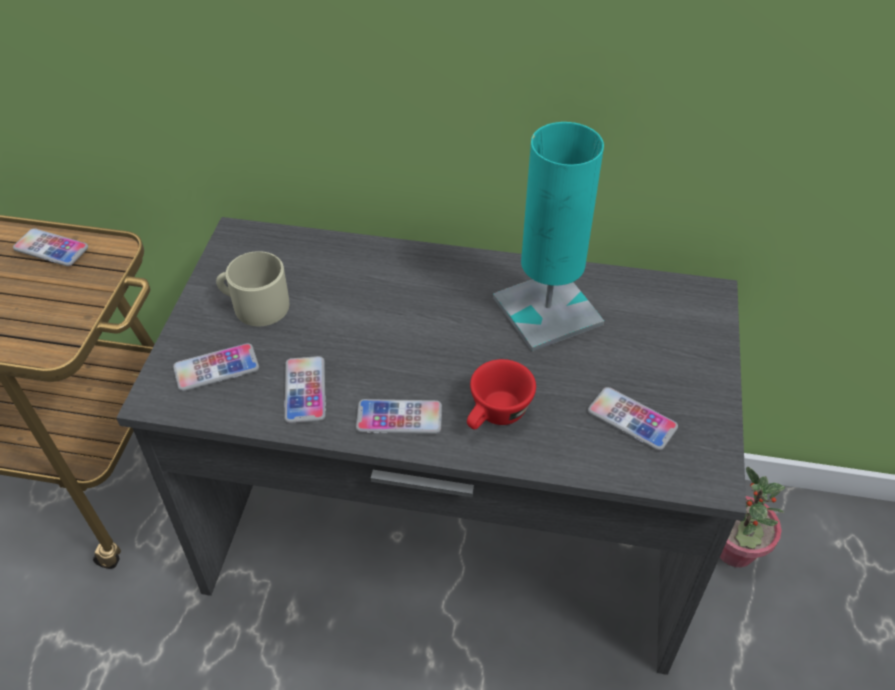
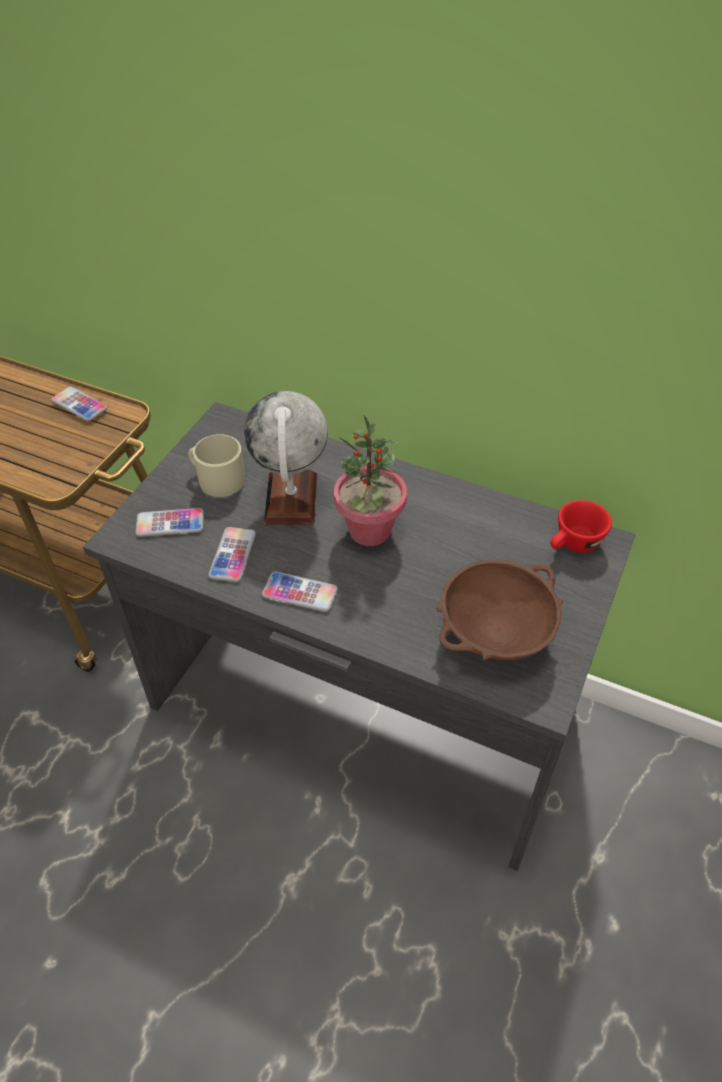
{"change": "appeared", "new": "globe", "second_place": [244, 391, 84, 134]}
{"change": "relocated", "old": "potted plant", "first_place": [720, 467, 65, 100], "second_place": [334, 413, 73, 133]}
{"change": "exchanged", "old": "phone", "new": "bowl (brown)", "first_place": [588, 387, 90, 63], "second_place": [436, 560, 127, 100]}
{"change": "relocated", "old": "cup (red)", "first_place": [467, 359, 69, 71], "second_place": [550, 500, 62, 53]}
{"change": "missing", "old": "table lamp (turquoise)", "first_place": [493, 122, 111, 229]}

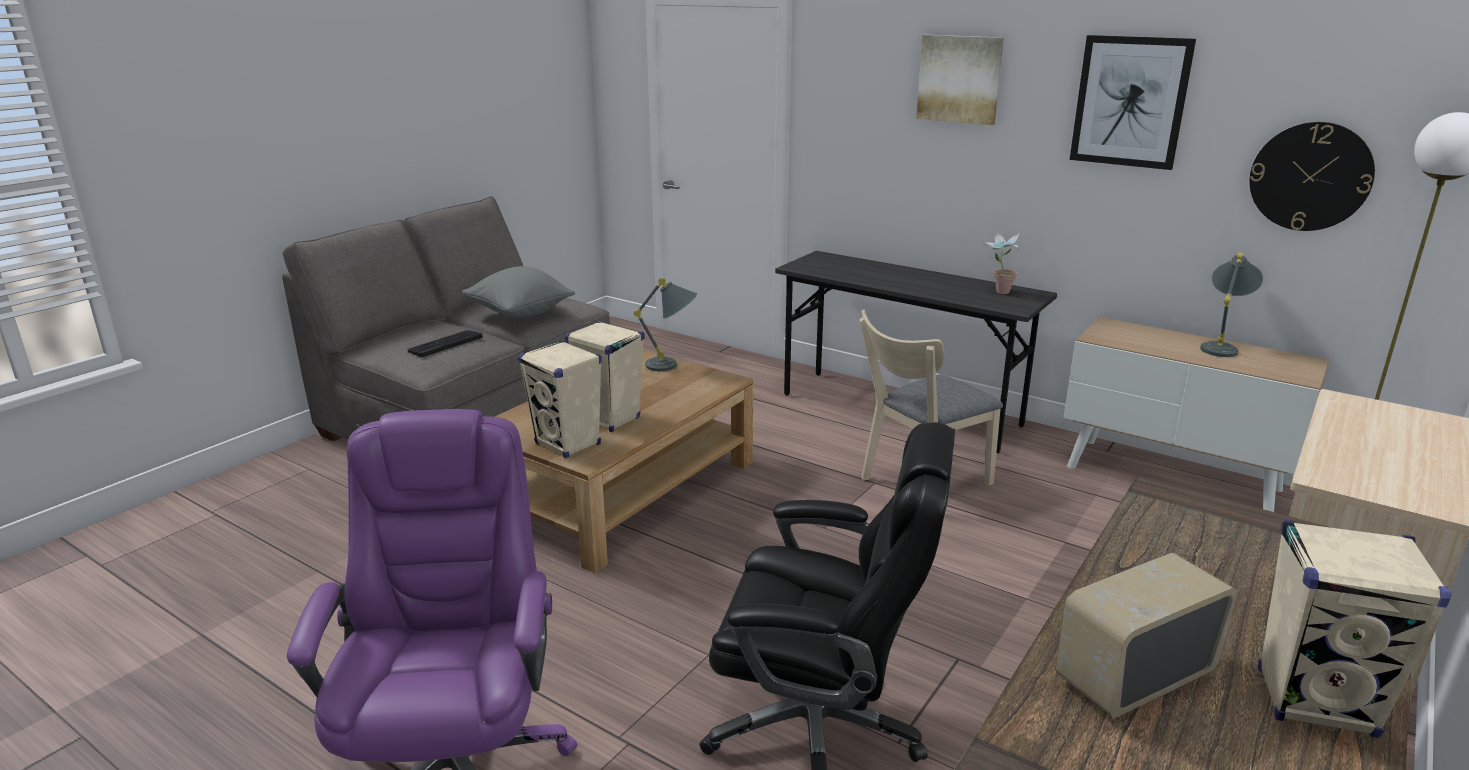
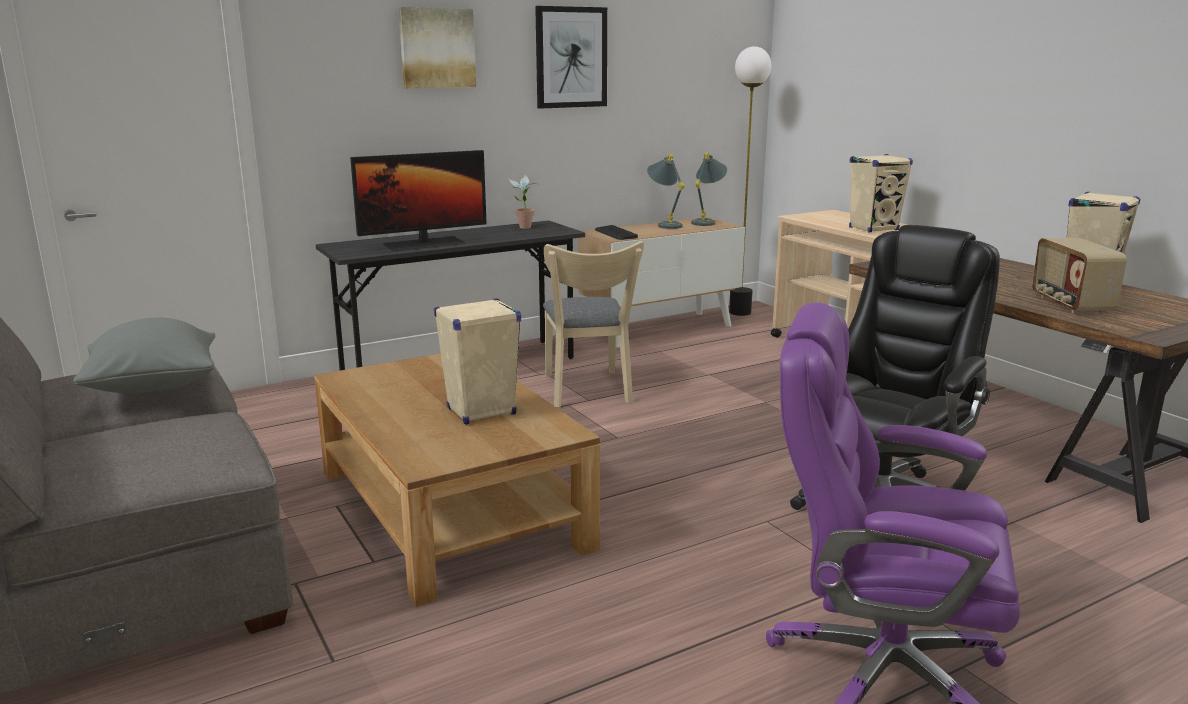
{"change": "appeared", "new": "monitor", "second_place": [350, 150, 137, 101]}
{"change": "relocated", "old": "keyboard", "first_place": [407, 330, 76, 27], "second_place": [595, 225, 43, 15]}
{"change": "relocated", "old": "table lamp (grey)", "first_place": [634, 277, 63, 94], "second_place": [691, 152, 36, 74]}
{"change": "relocated", "old": "speaker (beige)", "first_place": [518, 340, 84, 118], "second_place": [849, 154, 64, 79]}
{"change": "missing", "old": "wall clock", "first_place": [1249, 122, 126, 109]}

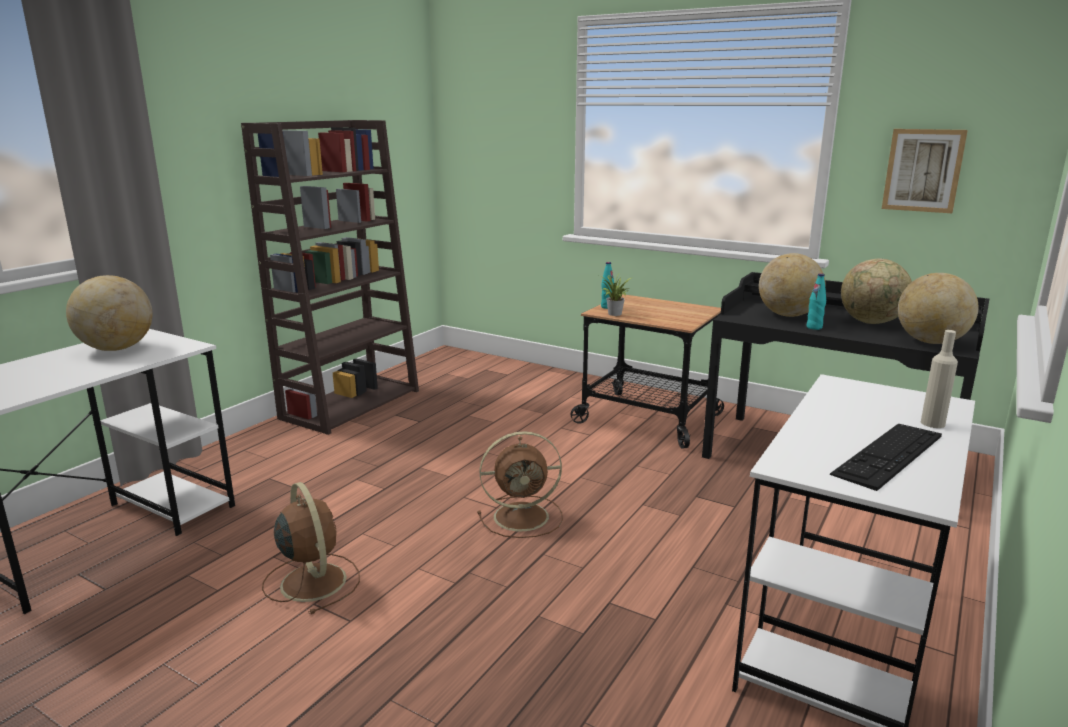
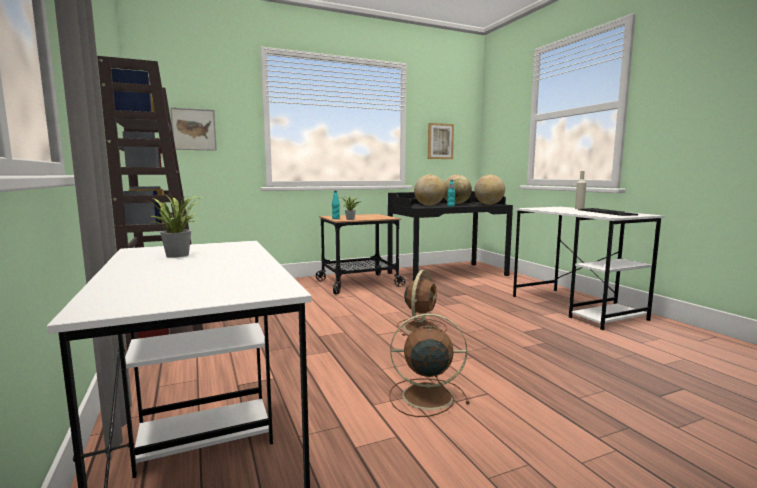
{"change": "exchanged", "old": "globe", "new": "potted plant", "first_place": [66, 275, 86, 76], "second_place": [145, 194, 61, 64]}
{"change": "appeared", "new": "picture", "second_place": [170, 107, 47, 44]}

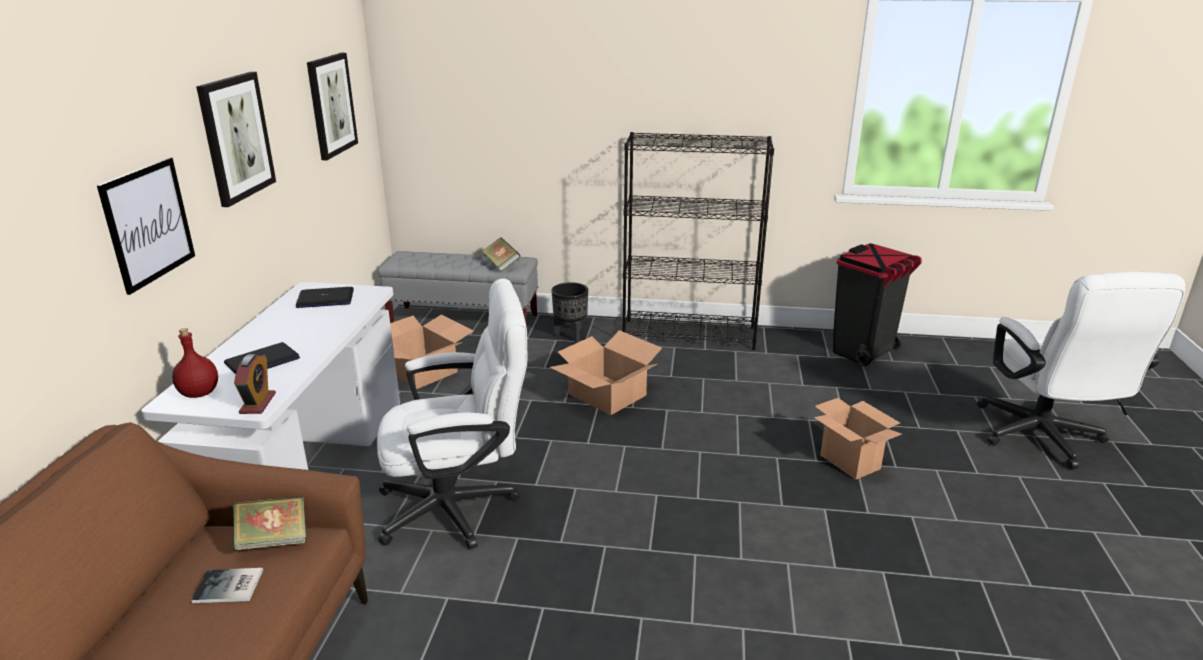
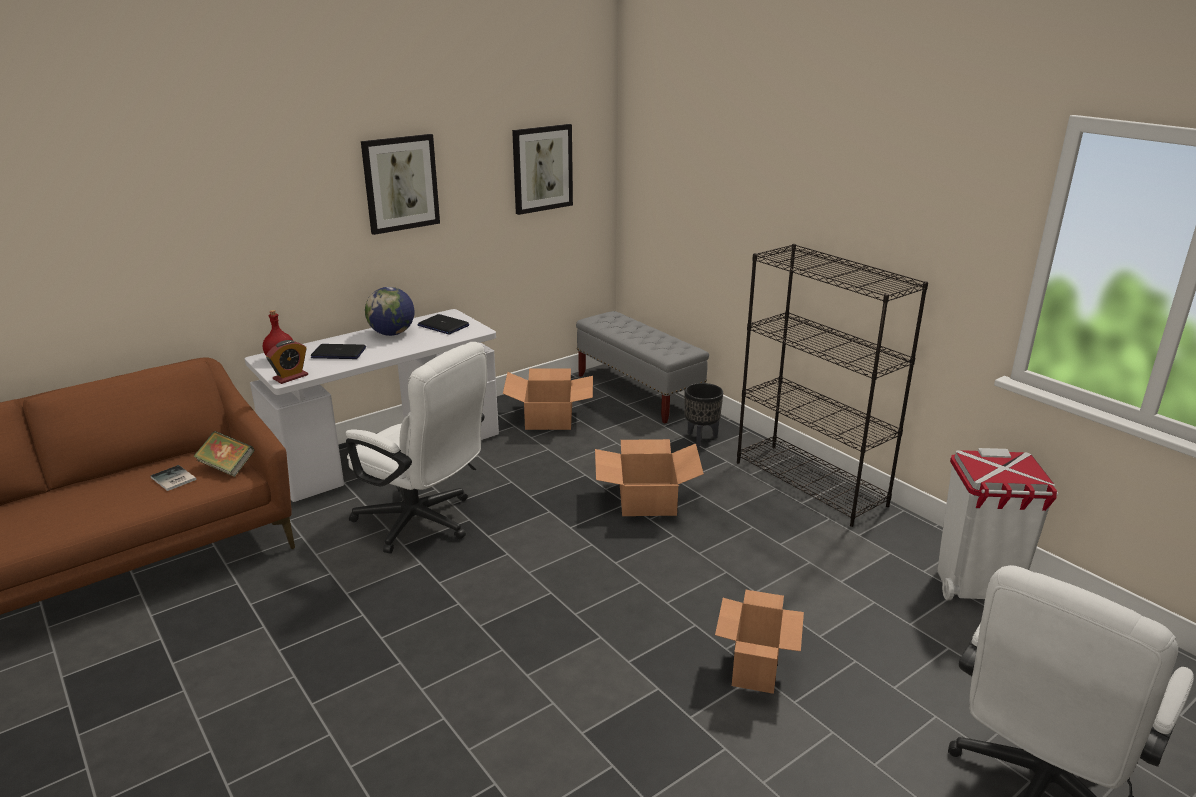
{"change": "appeared", "new": "globe", "second_place": [365, 287, 49, 49]}
{"change": "colour", "old": "trash can (black)", "new": "trash can (white)", "first_place": [833, 243, 89, 123], "second_place": [937, 448, 121, 152]}
{"change": "missing", "old": "picture", "first_place": [97, 157, 98, 138]}
{"change": "missing", "old": "book", "first_place": [481, 237, 40, 35]}

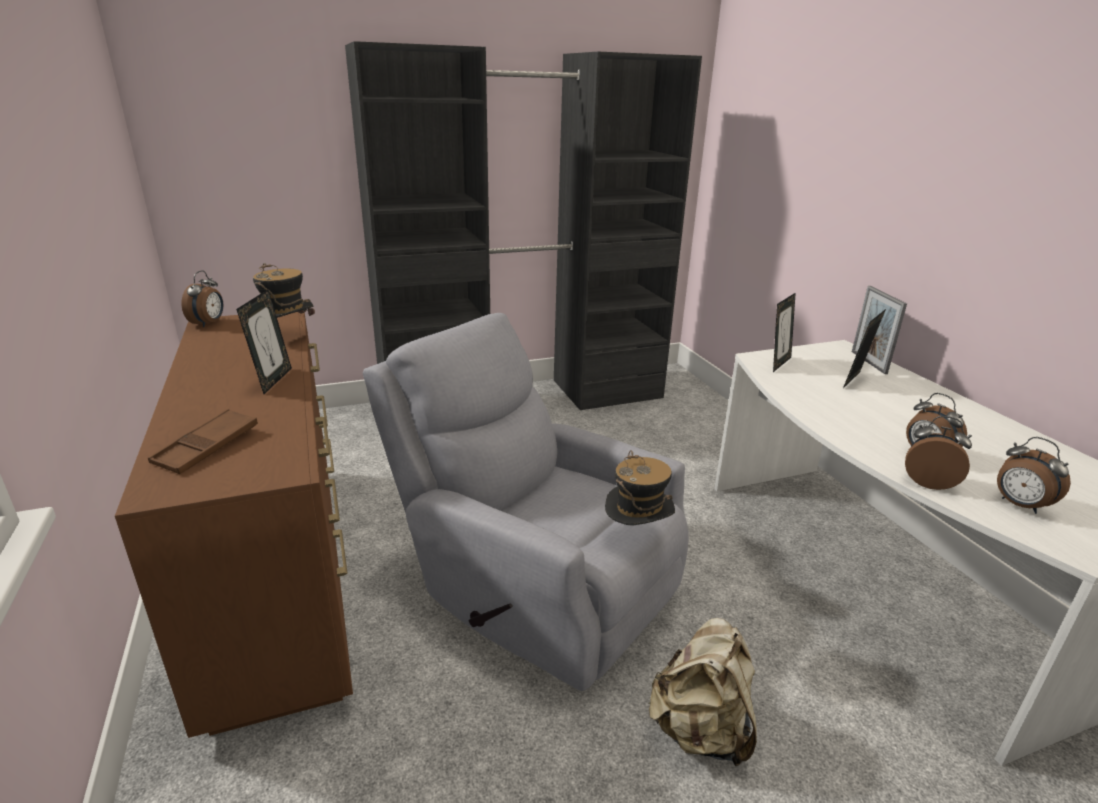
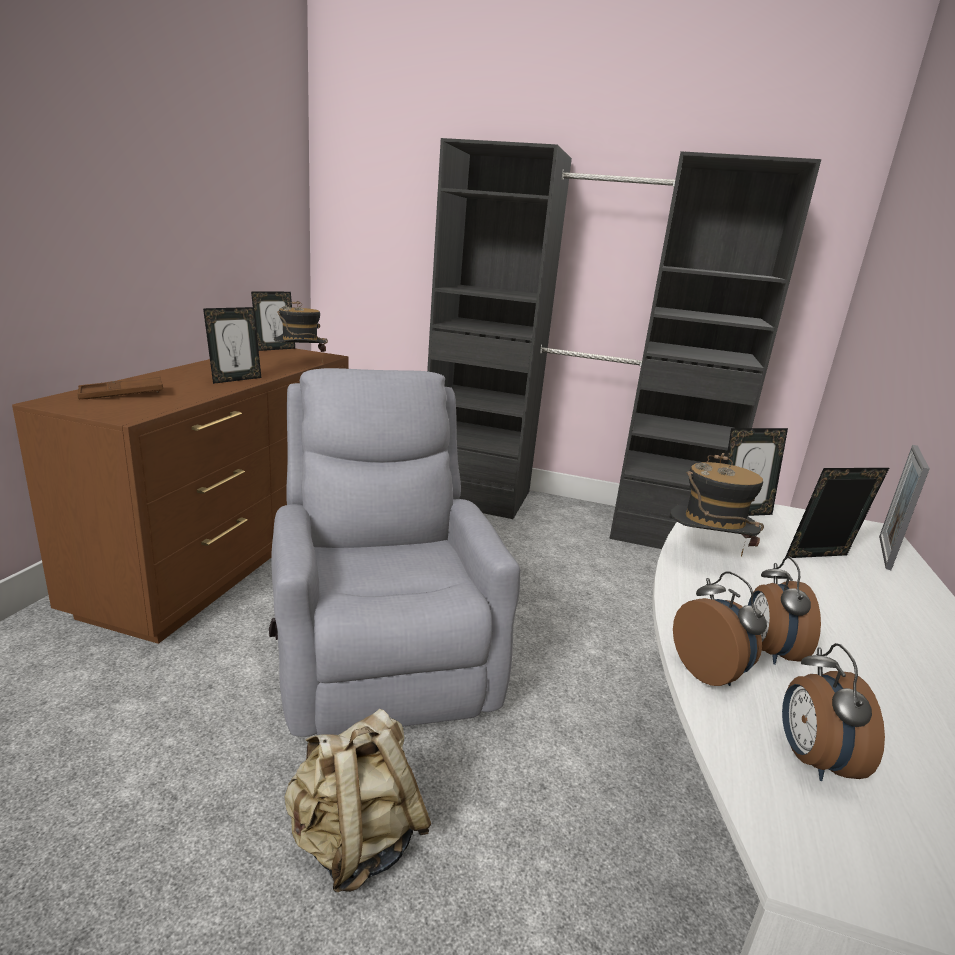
{"change": "exchanged", "old": "alarm clock", "new": "picture frame", "first_place": [181, 270, 42, 57], "second_place": [251, 291, 44, 60]}
{"change": "relocated", "old": "hat", "first_place": [605, 450, 70, 76], "second_place": [670, 453, 94, 103]}

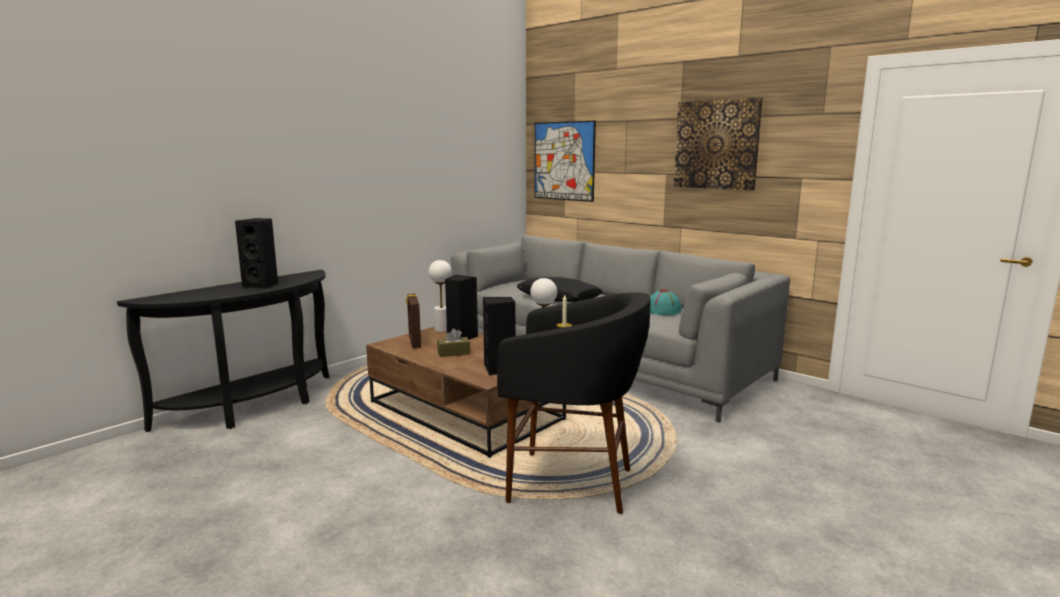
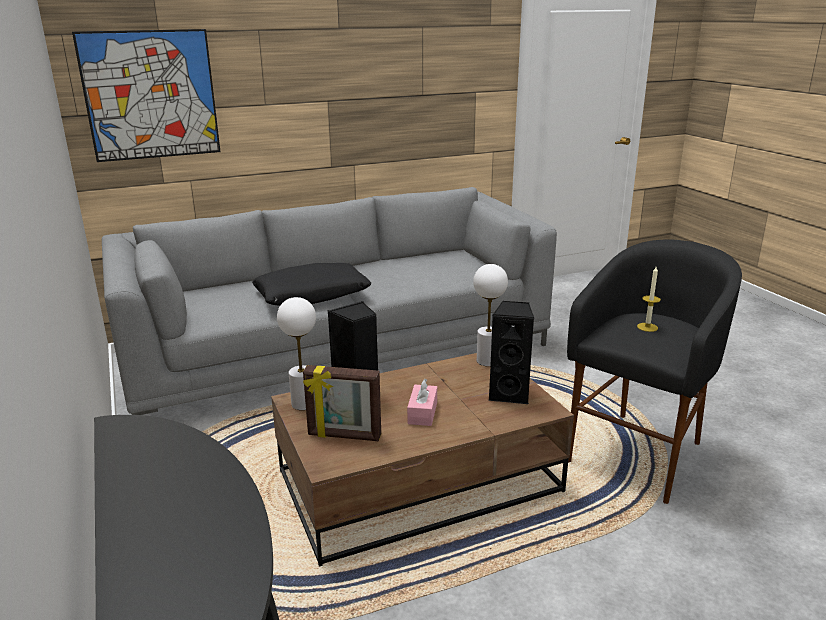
{"change": "colour", "old": "tissue box (brown)", "new": "tissue box (pink)", "first_place": [437, 328, 33, 29], "second_place": [407, 379, 30, 47]}
{"change": "missing", "old": "speaker (black)", "first_place": [235, 218, 43, 71]}
{"change": "missing", "old": "hat (turquoise)", "first_place": [650, 290, 32, 25]}
{"change": "missing", "old": "picture", "first_place": [674, 98, 89, 92]}

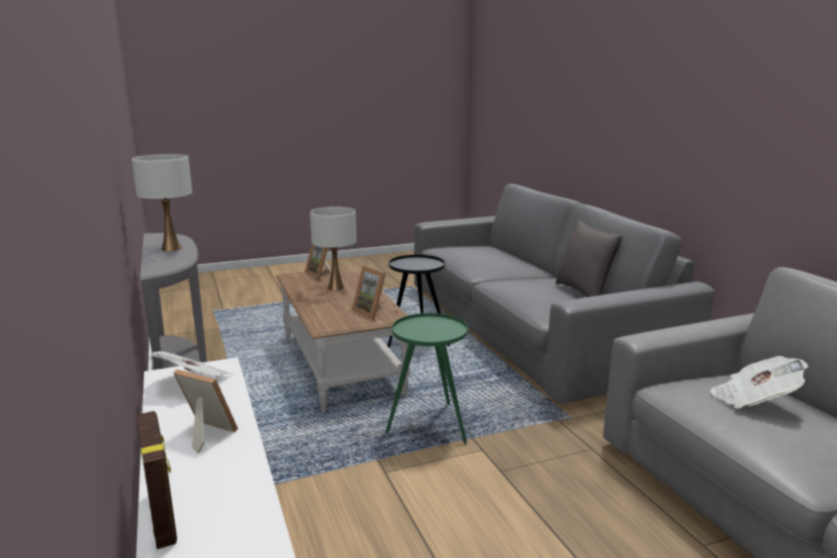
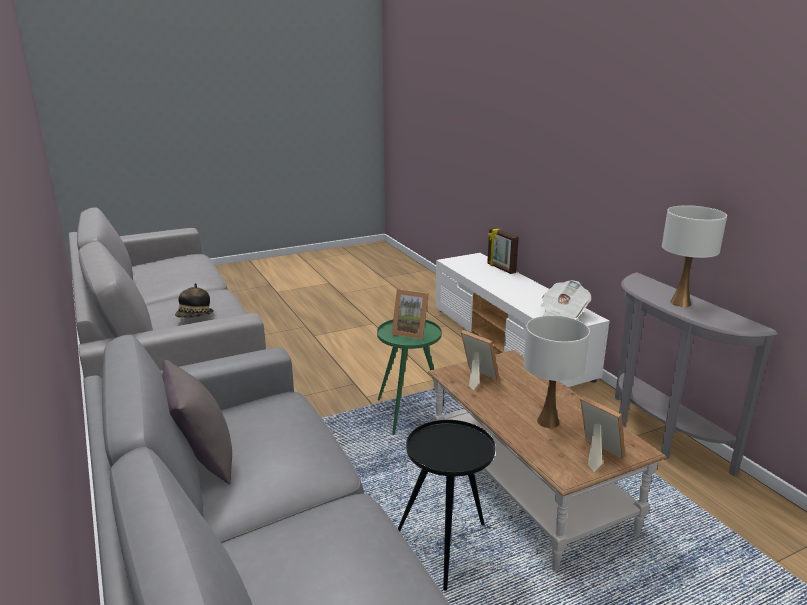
{"change": "exchanged", "old": "newspaper", "new": "hat", "first_place": [710, 356, 98, 53], "second_place": [175, 283, 39, 35]}
{"change": "relocated", "old": "picture frame", "first_place": [173, 369, 65, 84], "second_place": [392, 289, 37, 50]}

